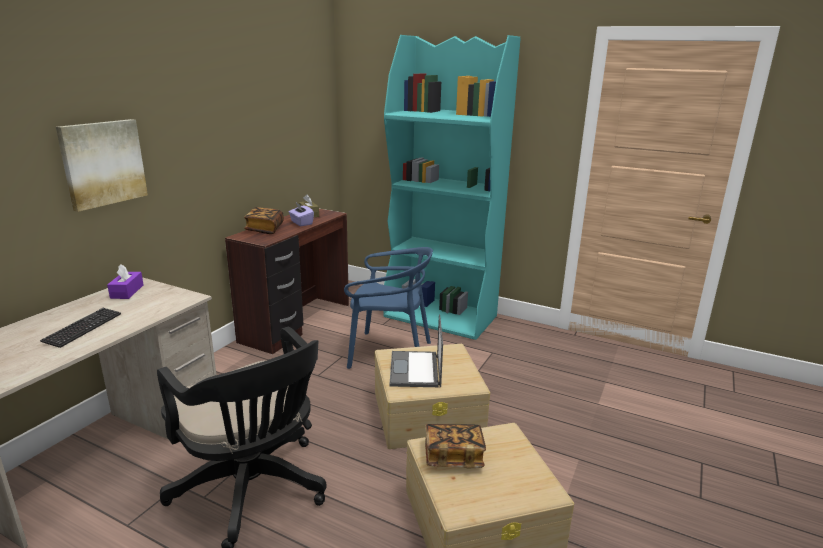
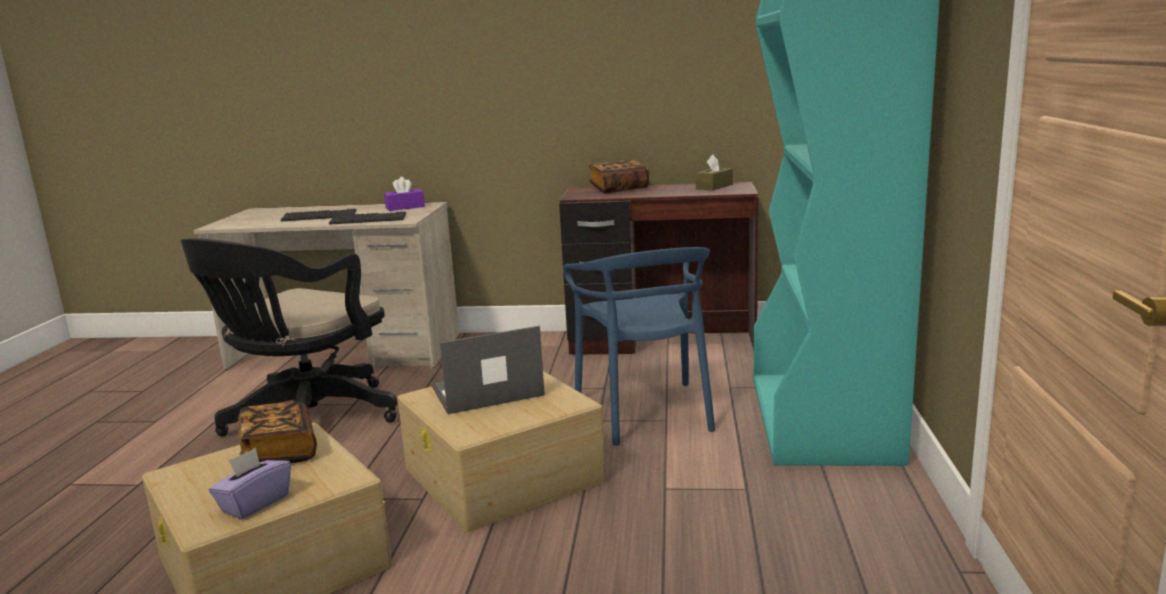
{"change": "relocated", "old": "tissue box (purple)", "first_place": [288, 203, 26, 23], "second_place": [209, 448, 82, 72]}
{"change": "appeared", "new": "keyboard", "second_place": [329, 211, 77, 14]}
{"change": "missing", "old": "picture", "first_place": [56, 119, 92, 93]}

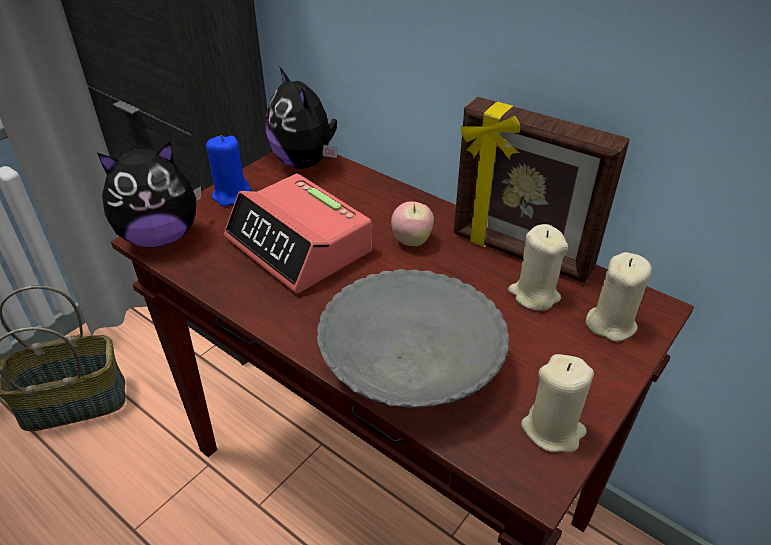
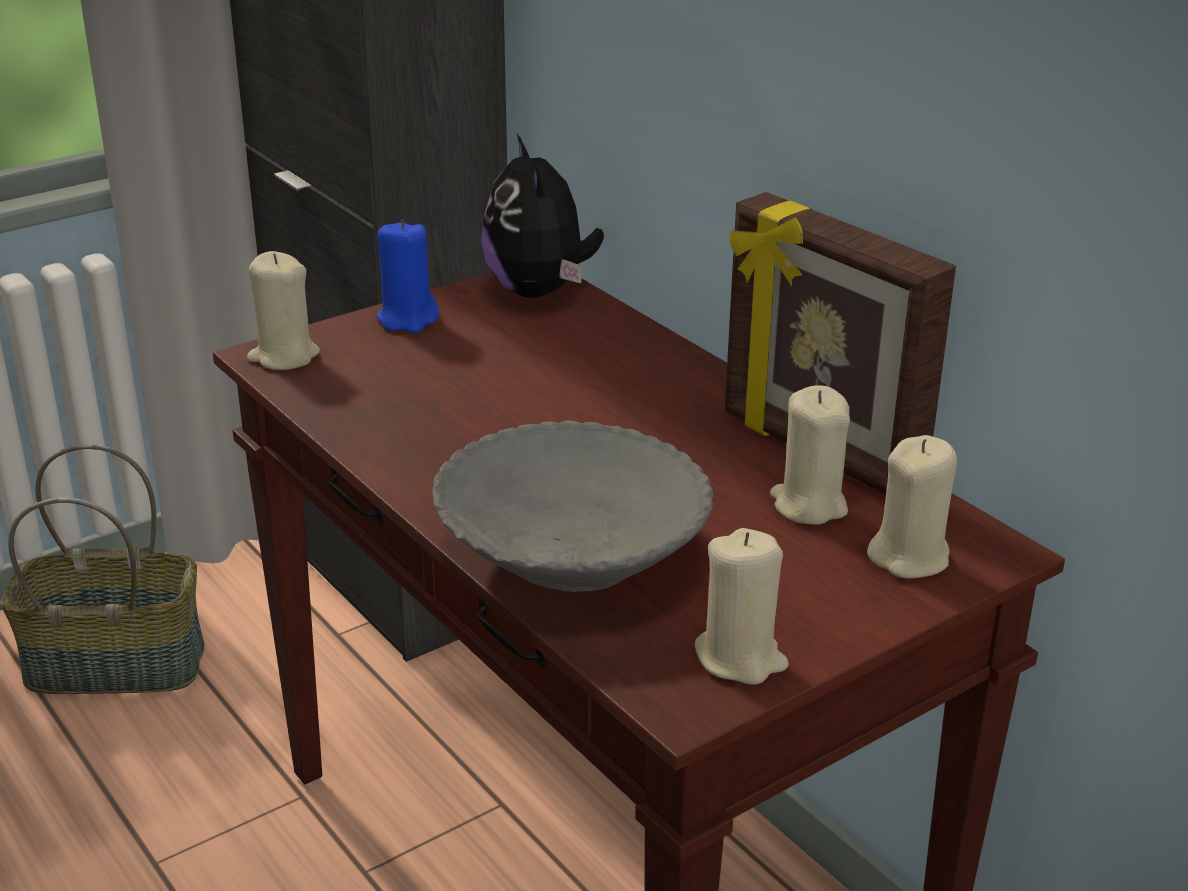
{"change": "exchanged", "old": "plush toy", "new": "candle (beige)", "first_place": [97, 142, 104, 105], "second_place": [247, 251, 73, 119]}
{"change": "missing", "old": "alarm clock", "first_place": [224, 174, 148, 120]}
{"change": "missing", "old": "apple", "first_place": [391, 201, 43, 45]}

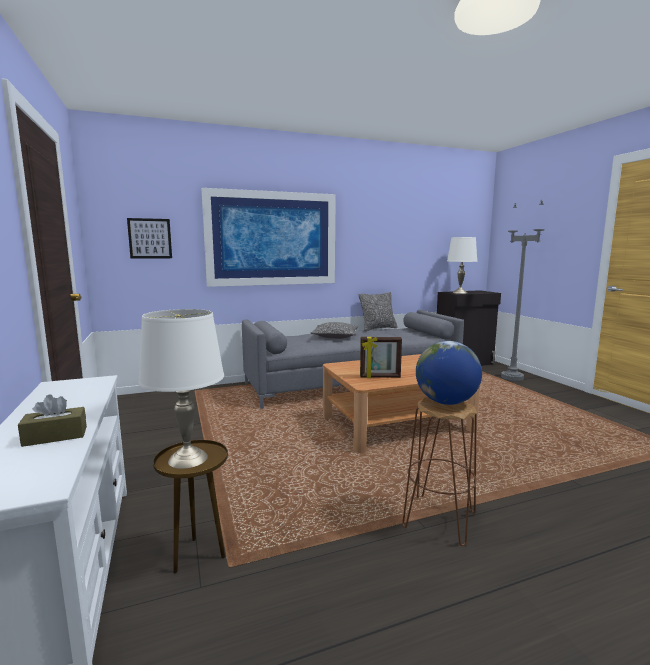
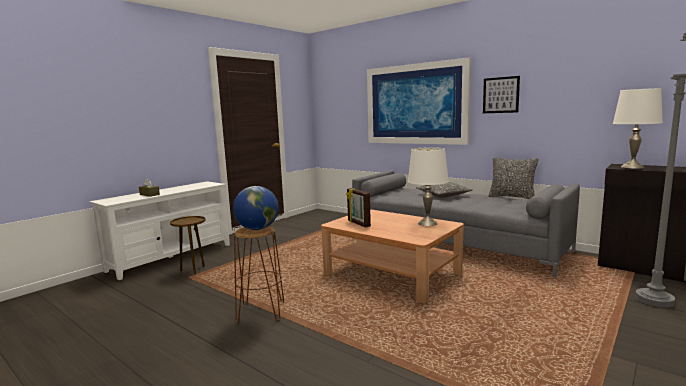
{"change": "relocated", "old": "table lamp (white)", "first_place": [138, 309, 86, 160], "second_place": [408, 147, 41, 79]}
{"change": "relocated", "old": "picture", "first_place": [127, 218, 45, 41], "second_place": [483, 76, 37, 37]}

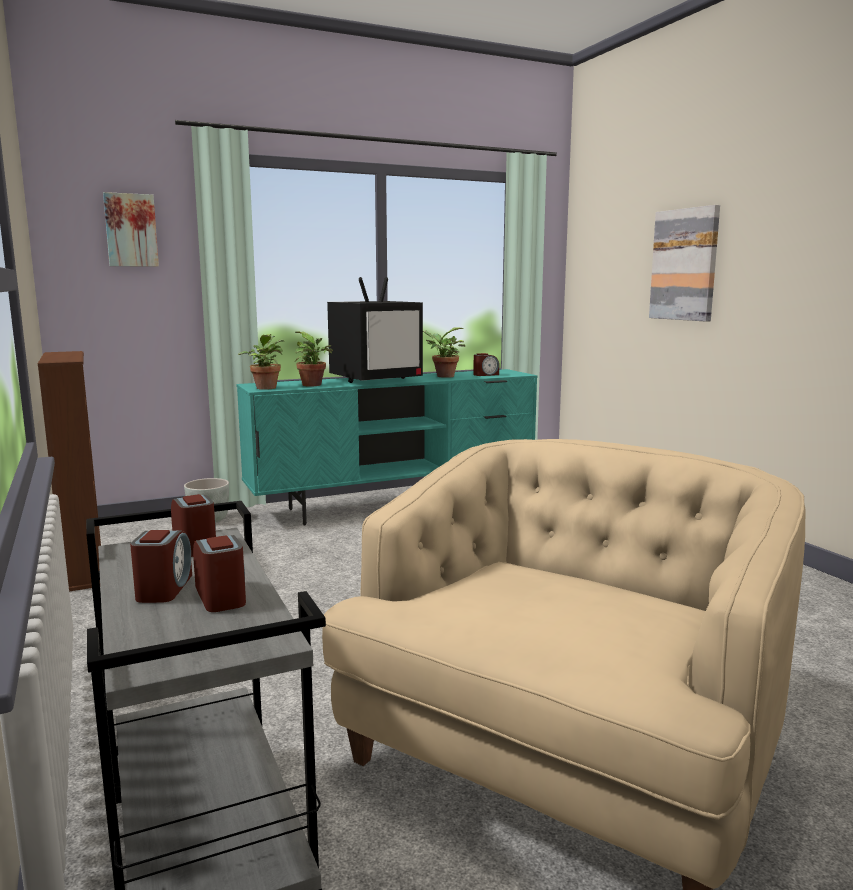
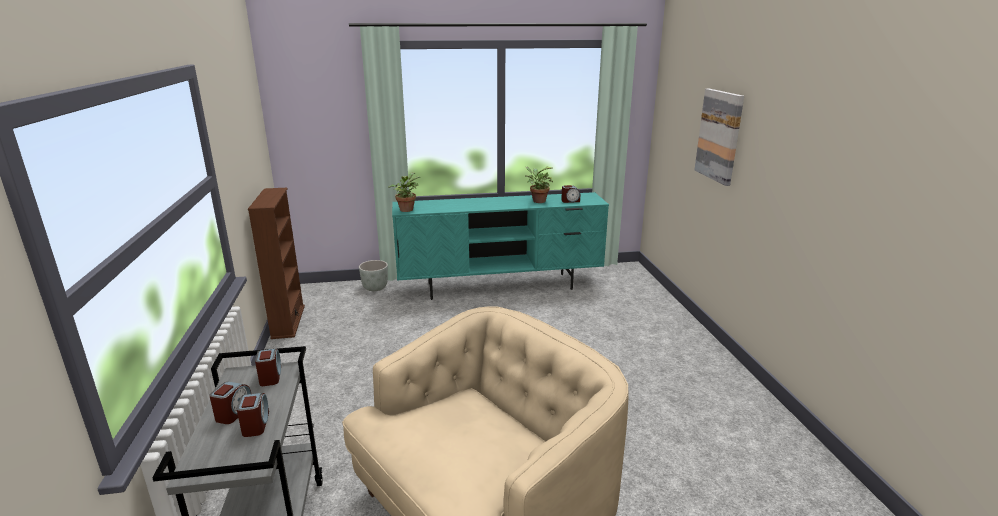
{"change": "missing", "old": "picture", "first_place": [103, 192, 56, 75]}
{"change": "missing", "old": "potted plant", "first_place": [294, 332, 39, 54]}
{"change": "missing", "old": "television", "first_place": [327, 277, 96, 106]}

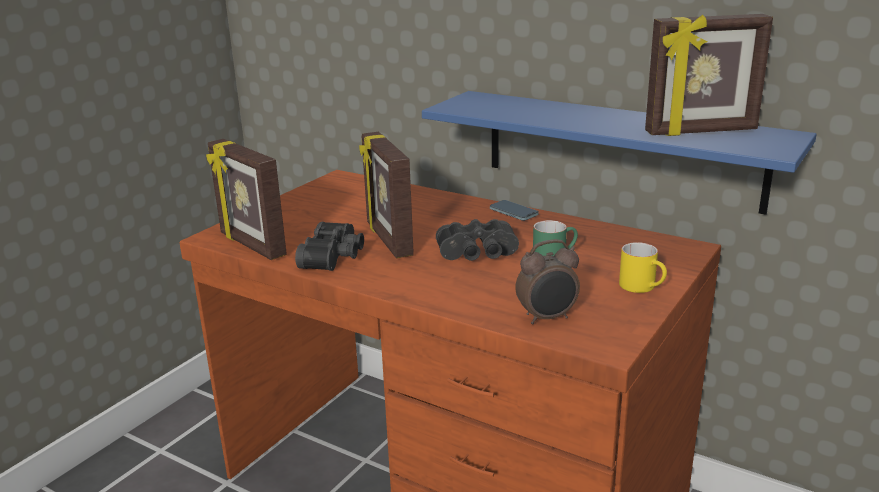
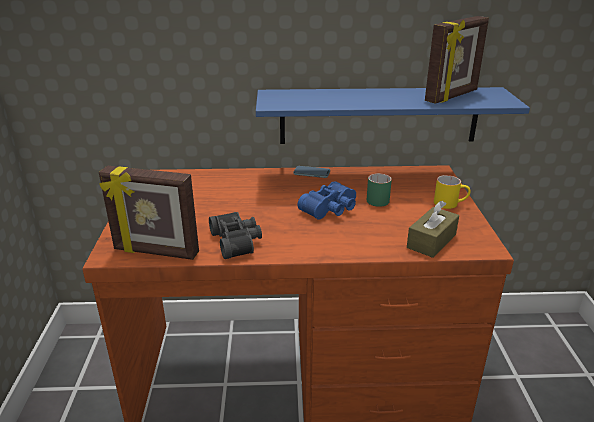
{"change": "colour", "old": "binoculars (black)", "new": "binoculars (blue)", "first_place": [436, 219, 83, 42], "second_place": [298, 181, 58, 39]}
{"change": "exchanged", "old": "alarm clock", "new": "tissue box (brown)", "first_place": [515, 239, 65, 85], "second_place": [407, 201, 52, 57]}
{"change": "missing", "old": "picture frame", "first_place": [359, 132, 55, 126]}

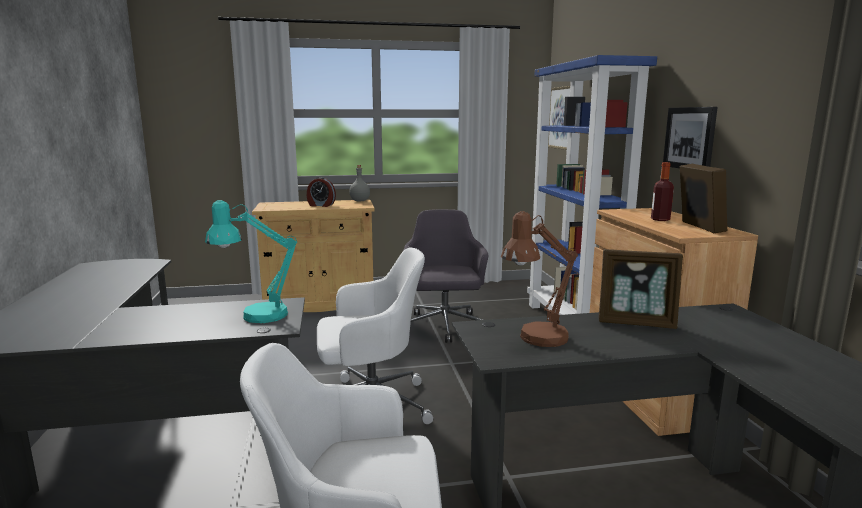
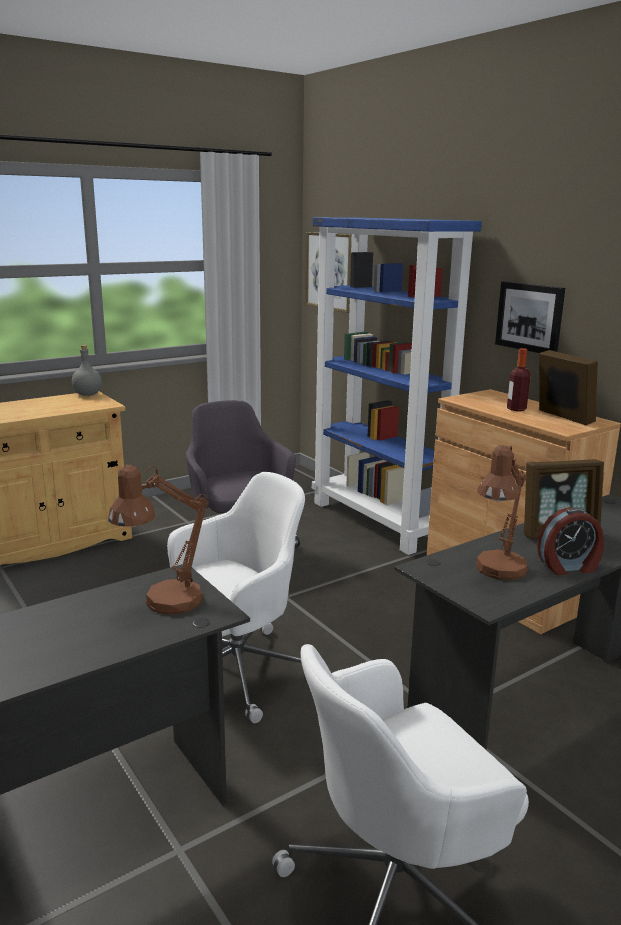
{"change": "colour", "old": "table lamp (turquoise)", "new": "table lamp (brown)", "first_place": [205, 200, 92, 123], "second_place": [108, 465, 101, 150]}
{"change": "relocated", "old": "alarm clock", "first_place": [307, 177, 29, 30], "second_place": [537, 507, 67, 68]}

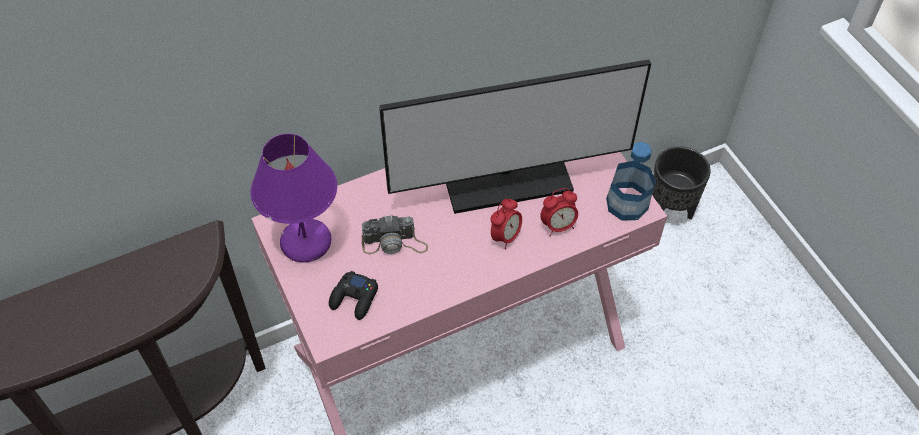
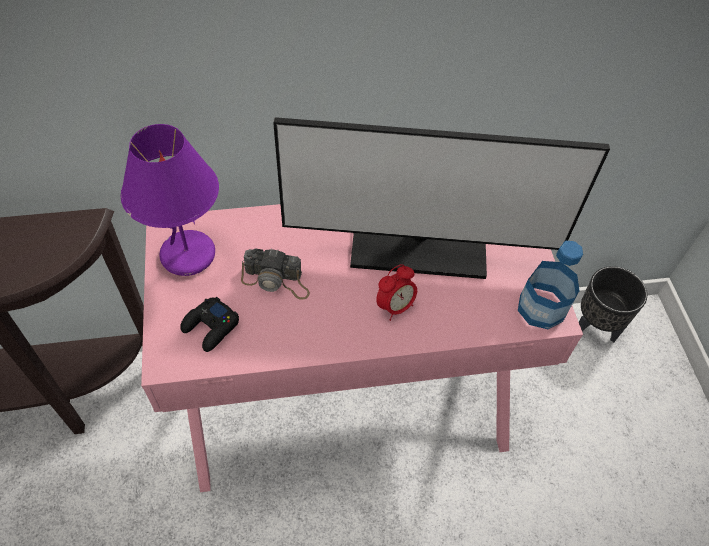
{"change": "missing", "old": "alarm clock", "first_place": [540, 188, 38, 48]}

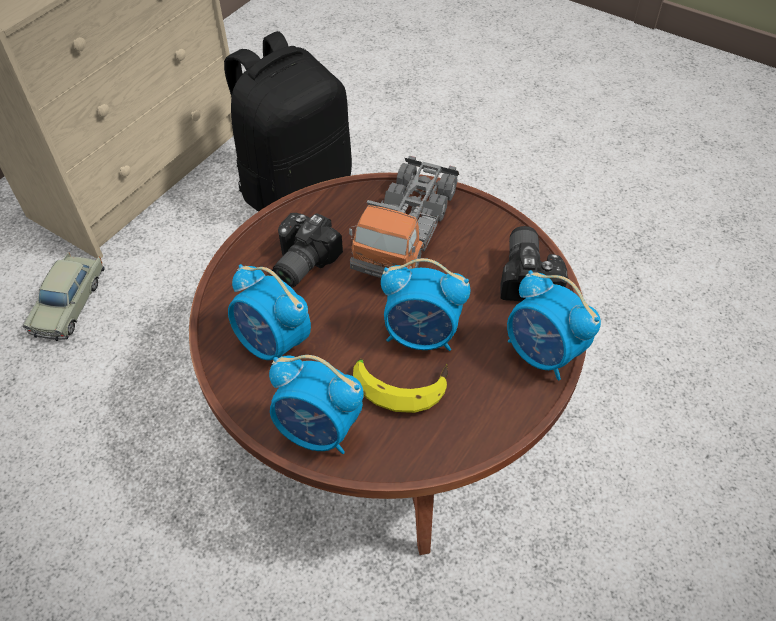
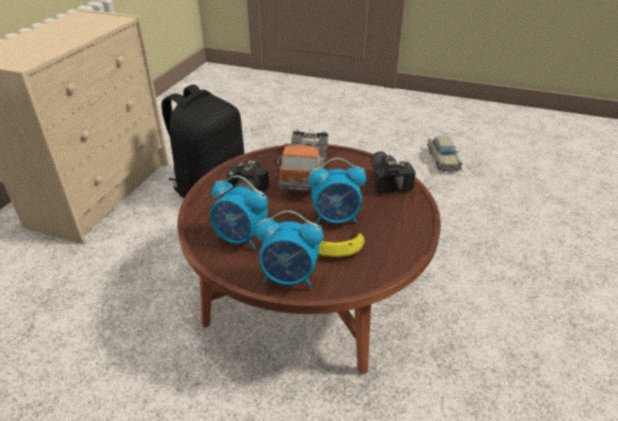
{"change": "relocated", "old": "toy car (beige)", "first_place": [23, 252, 82, 89], "second_place": [427, 136, 35, 35]}
{"change": "missing", "old": "alarm clock", "first_place": [507, 270, 94, 111]}

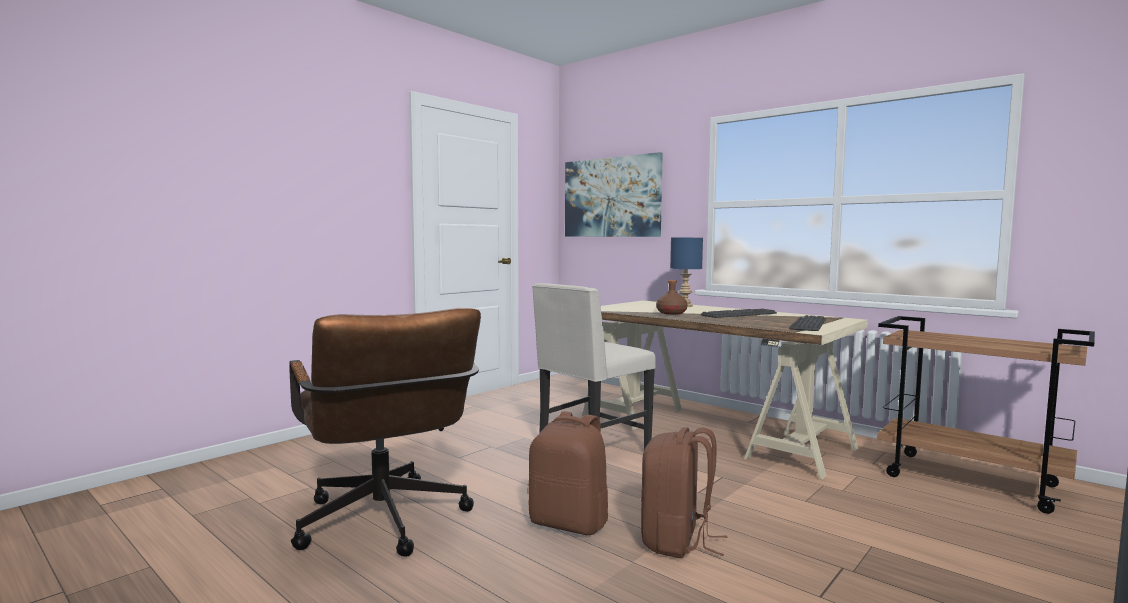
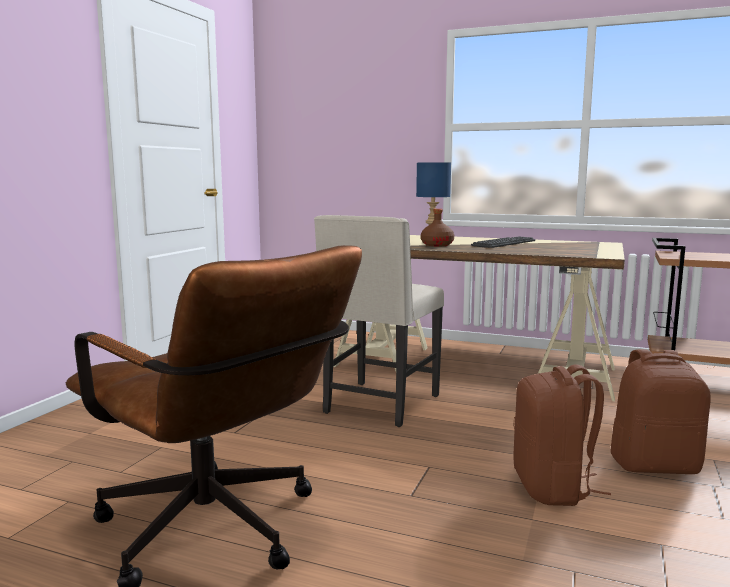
{"change": "relocated", "old": "backpack (brown)", "first_place": [528, 411, 80, 124], "second_place": [611, 349, 100, 125]}
{"change": "missing", "old": "picture", "first_place": [565, 152, 98, 85]}
{"change": "missing", "old": "keyboard", "first_place": [789, 315, 37, 16]}

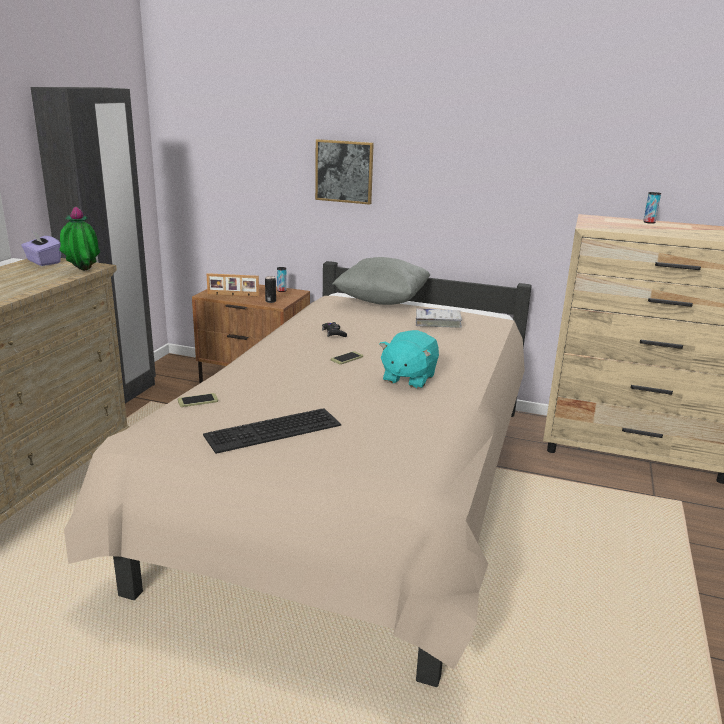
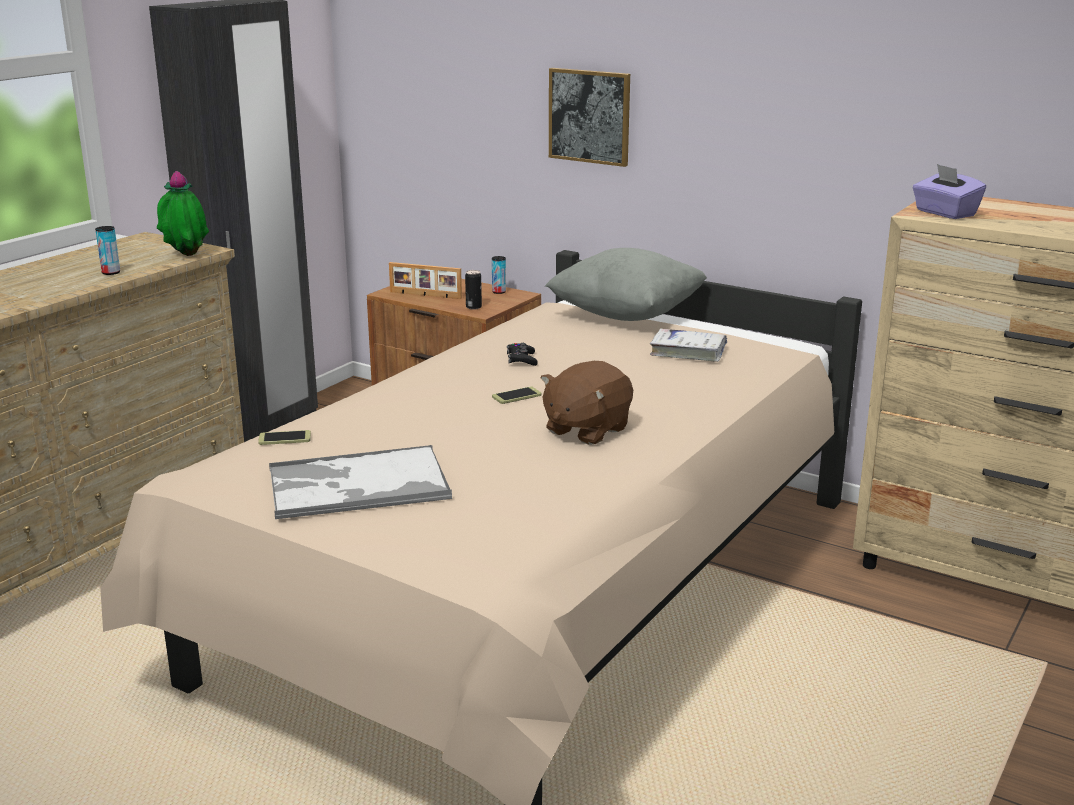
{"change": "relocated", "old": "can", "first_place": [643, 192, 18, 32], "second_place": [95, 226, 25, 49]}
{"change": "exchanged", "old": "keyboard", "new": "tray", "first_place": [203, 408, 138, 46], "second_place": [269, 445, 183, 74]}
{"change": "colour", "old": "plush toy (turquoise)", "new": "plush toy (brown)", "first_place": [379, 330, 60, 59], "second_place": [541, 361, 92, 84]}
{"change": "relocated", "old": "tissue box (purple)", "first_place": [21, 231, 40, 35], "second_place": [912, 164, 74, 55]}

